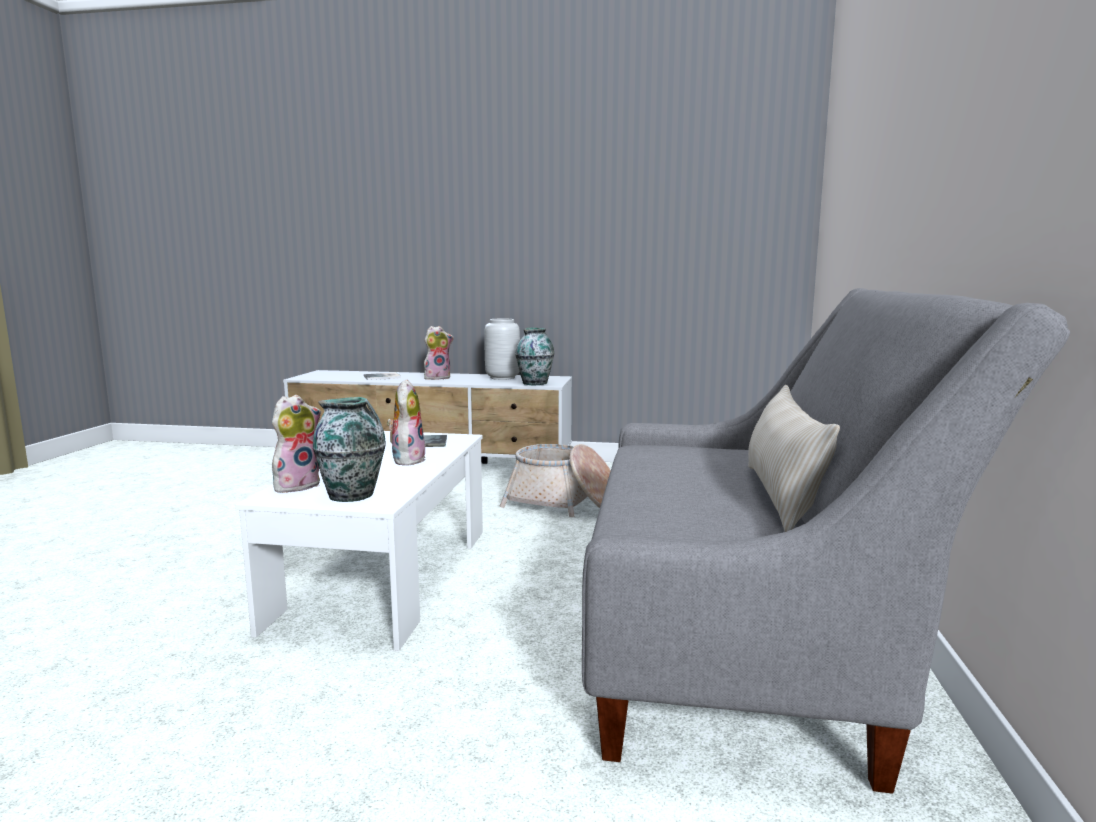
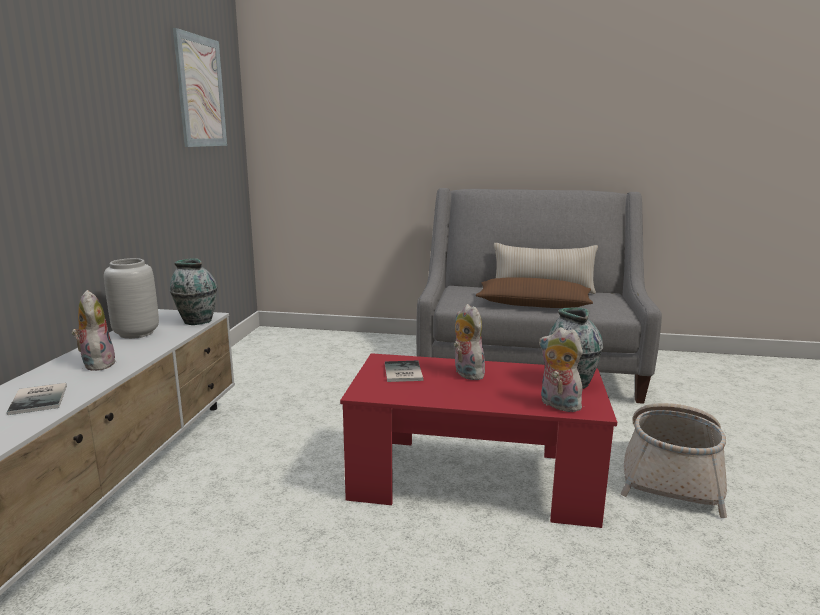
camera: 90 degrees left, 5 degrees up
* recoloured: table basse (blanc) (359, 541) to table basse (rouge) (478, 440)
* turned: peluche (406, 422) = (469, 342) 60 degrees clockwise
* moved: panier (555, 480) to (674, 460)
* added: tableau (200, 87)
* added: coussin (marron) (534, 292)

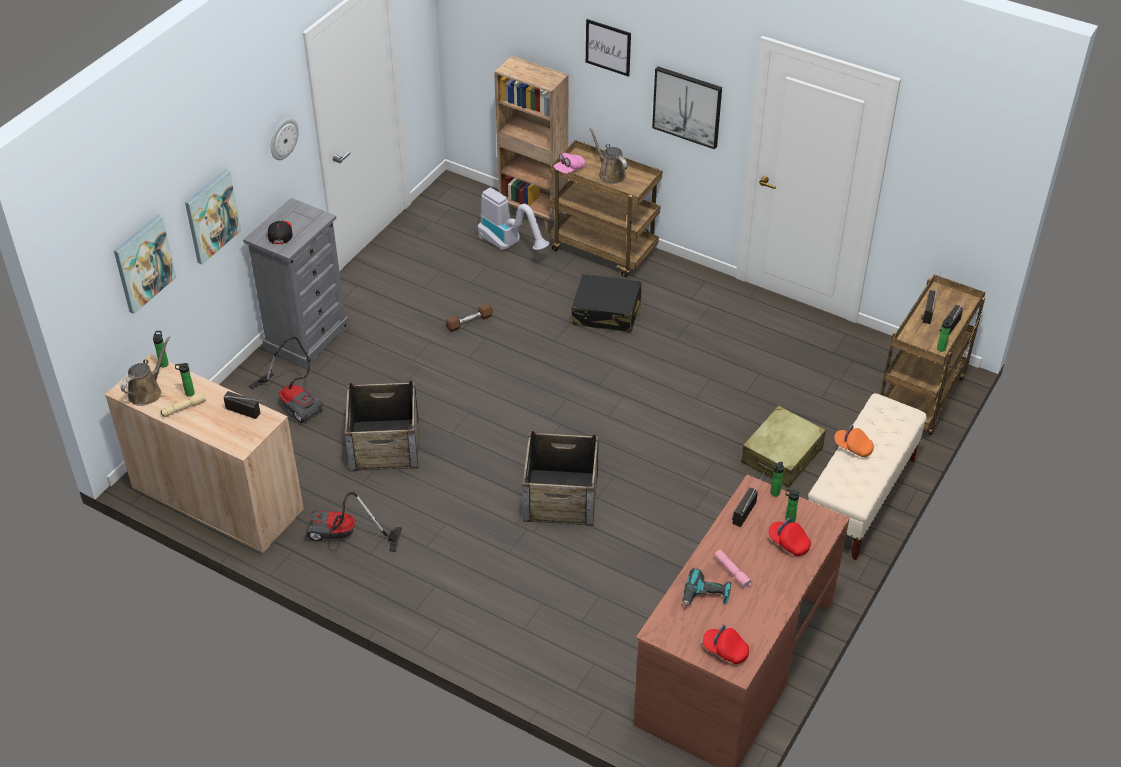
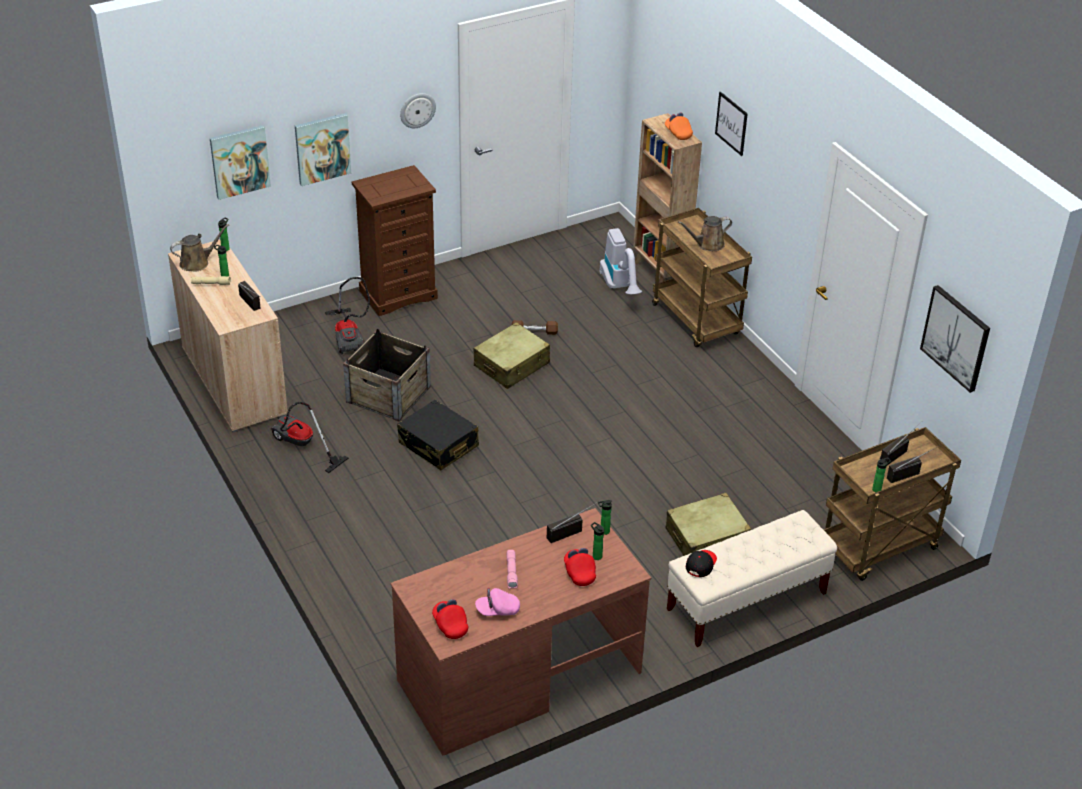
camera: 30 degrees right, 5 degrees down
* recoloured: commode (gris) (296, 283) to commode (marron) (395, 240)
* moved: casquette (noir) (280, 232) to (701, 563)
* removed: caisse (560, 478)
* moved: casquette (rose) (569, 163) to (497, 602)
* moved: valise (noir) (606, 303) to (438, 435)
* turned: arrosoir (marron) (608, 155) = (705, 233) 105 degrees counterclockwise
* moved: tableau (687, 107) to (955, 339)
* removed: perceuse (706, 587)
* moved: casquette (orange) (854, 441) to (679, 126)
* added: valise (beige) (511, 355)

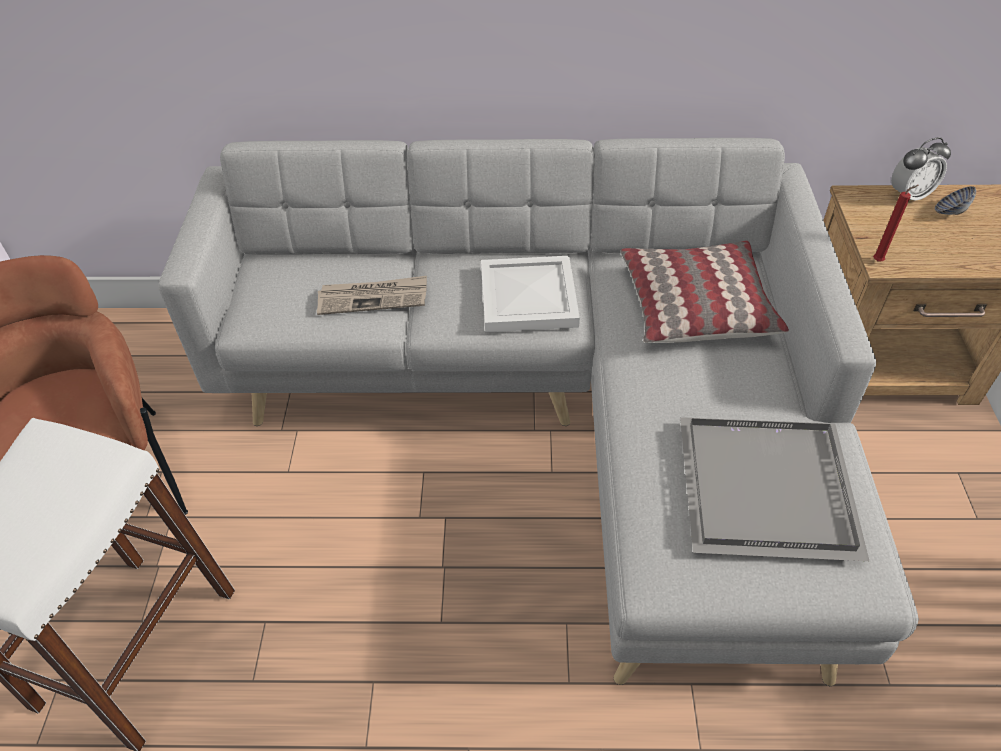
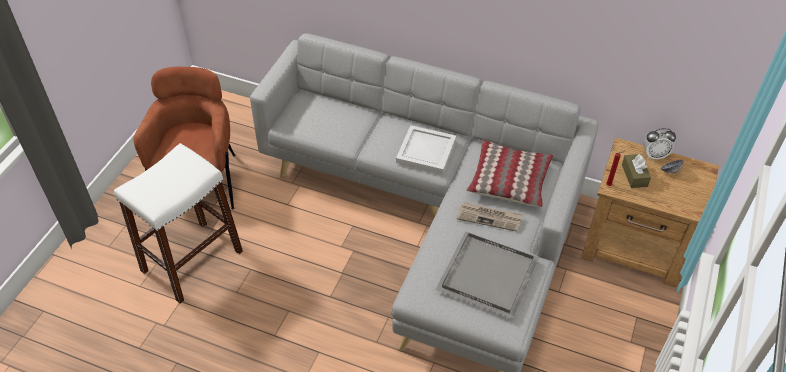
camera: 20 degrees right, 0 degrees up
* moved: journal (372, 295) to (490, 217)
* added: boîte à mouchoirs (marron) (636, 171)

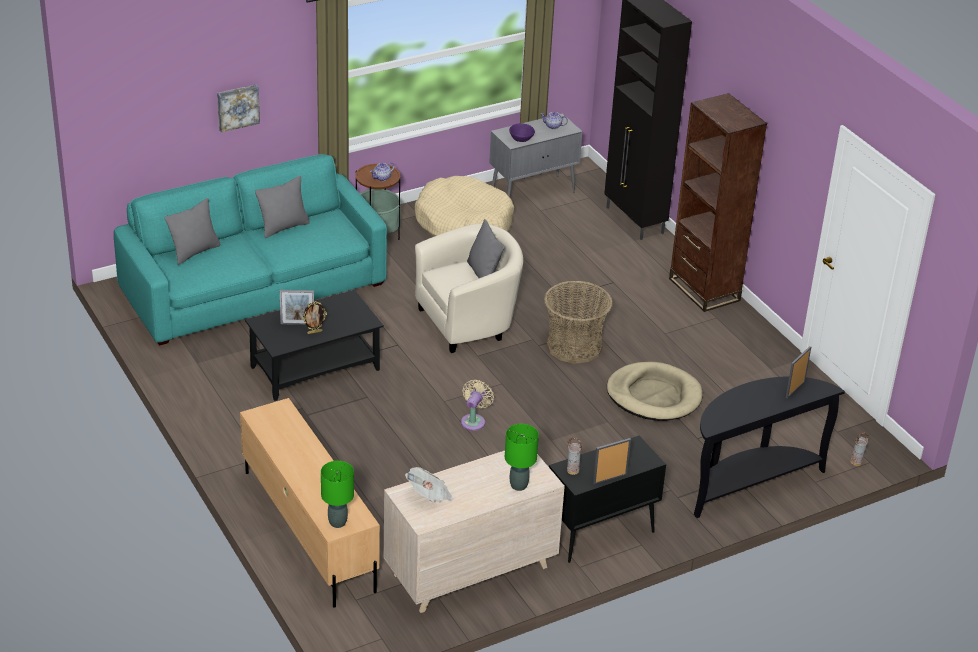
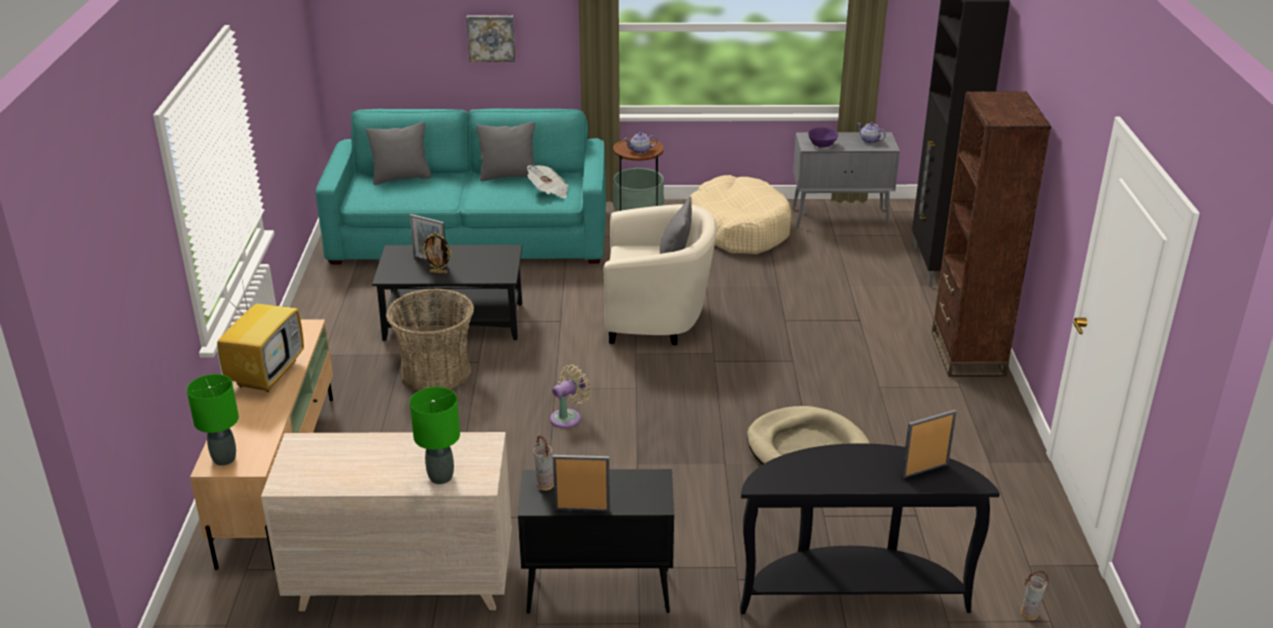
camera: 30 degrees right, 5 degrees down
* moved: journal (429, 484) to (548, 181)
* moved: panier (578, 322) to (430, 339)
* added: téléviseur (260, 334)

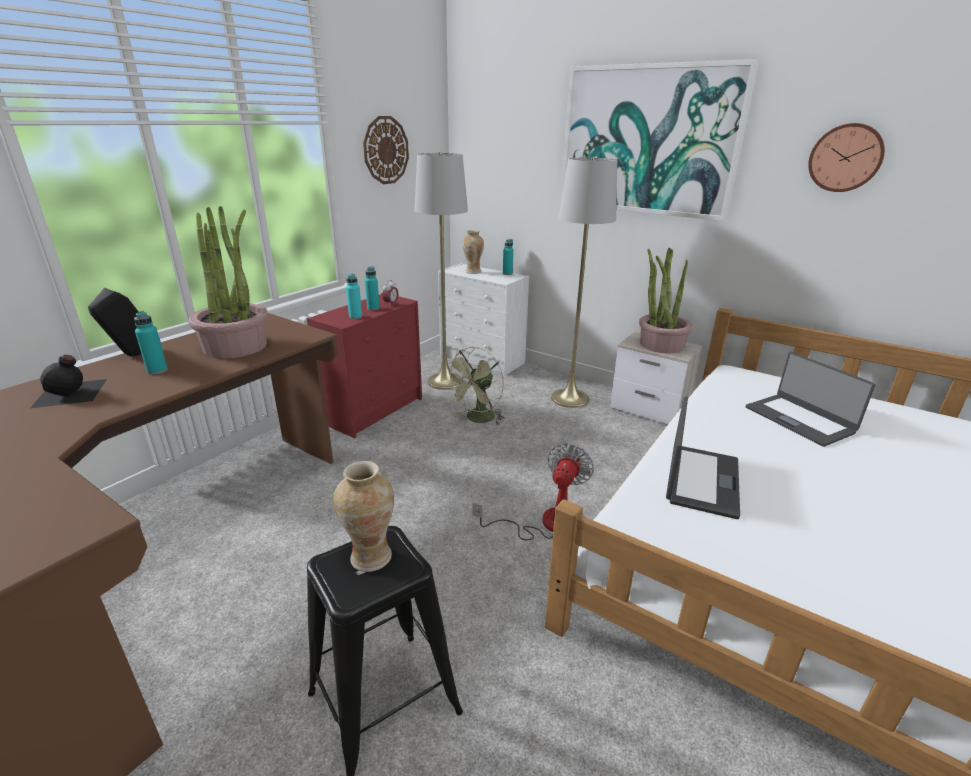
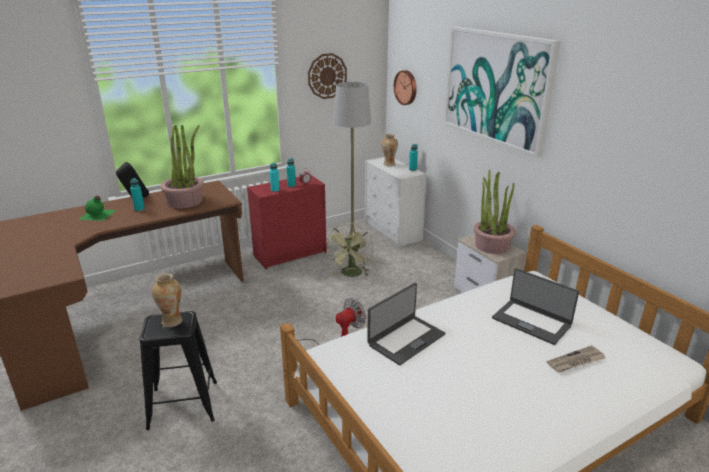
camera: 25 degrees right, 0 degrees up
* recoloured: bouteille (noir) (68, 382) to bouteille (vert) (97, 208)
* turned: ventilateur (vert) (475, 386) = (349, 250) 45 degrees counterclockwise
* removed: lampadaire (gris) (584, 282)
* turned: ordinateur portable (810, 399) = (535, 306) 45 degrees counterclockwise
* moved: horloge murale (846, 157) to (405, 87)
* added: journal (576, 358)

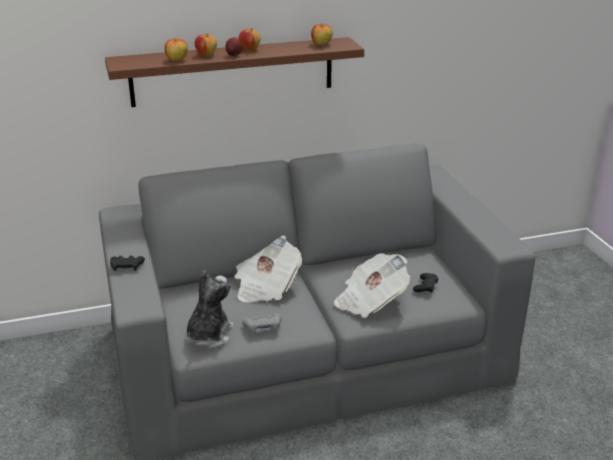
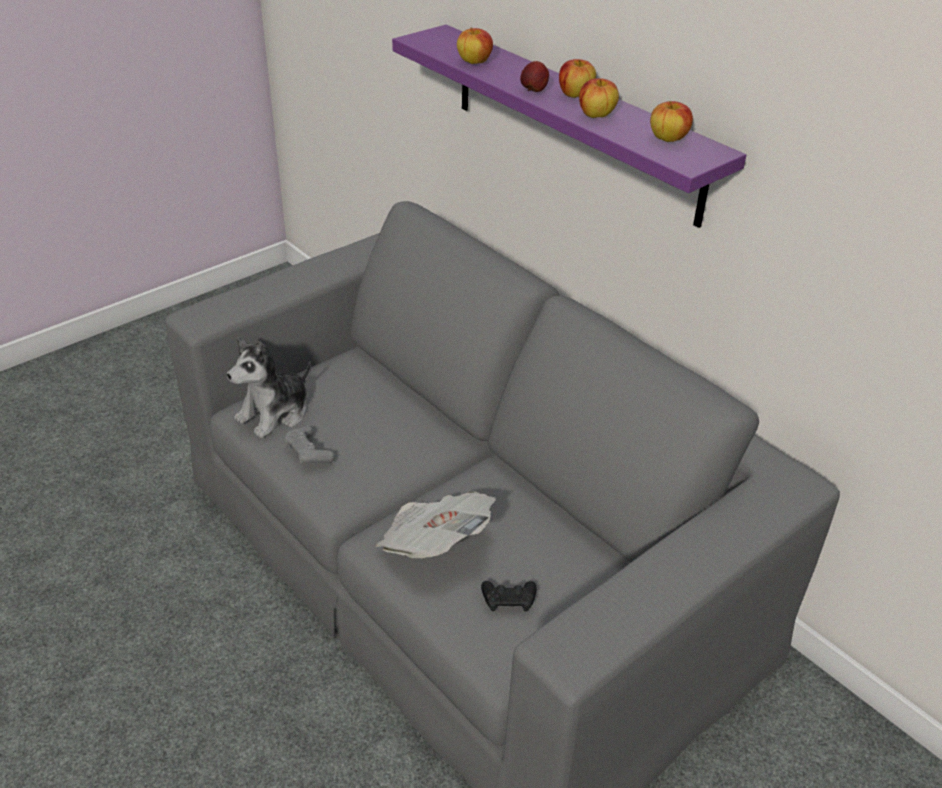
camera: 65 degrees right, 10 degrees up
* recoloured: étagère (marron) (234, 72) to étagère (violet) (569, 126)
* removed: manette (noir) (127, 263)
* turned: peluche (210, 309) = (269, 387) 135 degrees clockwise
* moved: pomme (206, 45) to (599, 98)
* removed: journal (268, 268)

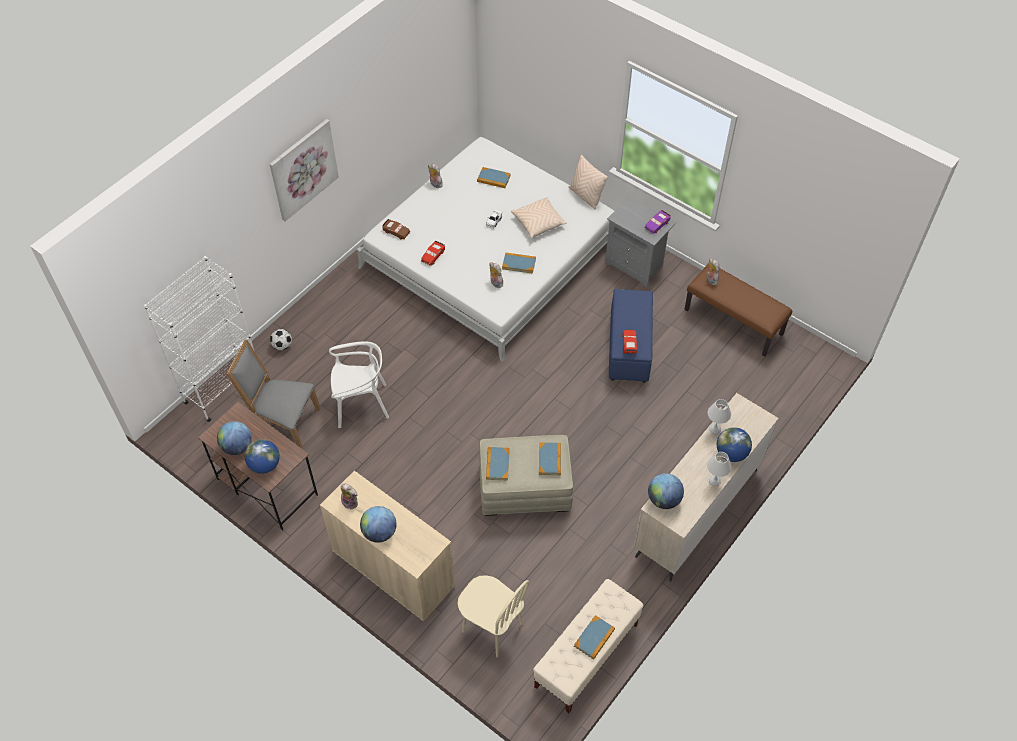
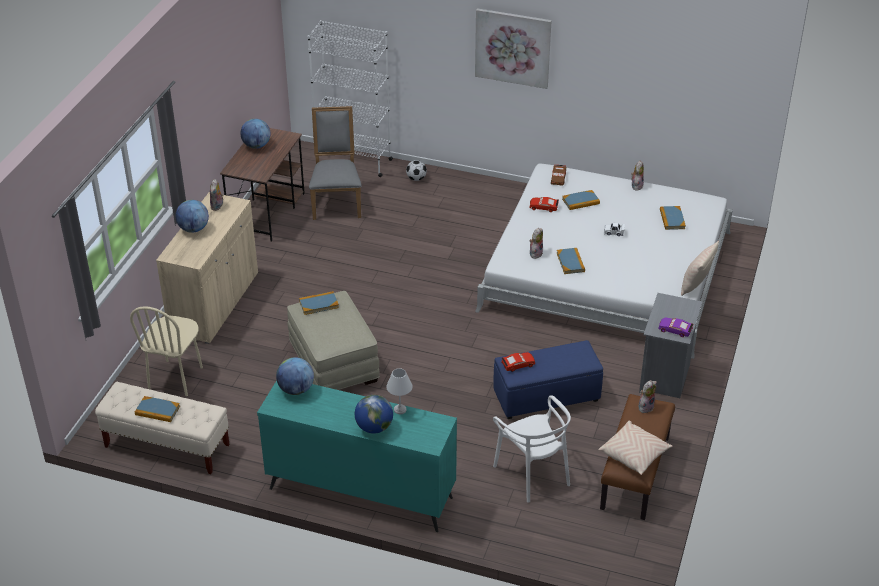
camera: 70 degrees right, 15 degrees down
* removed: globe (262, 456)
* moved: chaise (blanc) (359, 384) to (532, 449)
* moved: coussin (beige) (539, 217) to (635, 448)
* moved: livre (550, 458) to (581, 200)
* recoloured: commode (beige) (705, 487) to commode (turquoise) (357, 456)
* removed: lampe de table (blanc) (719, 469)

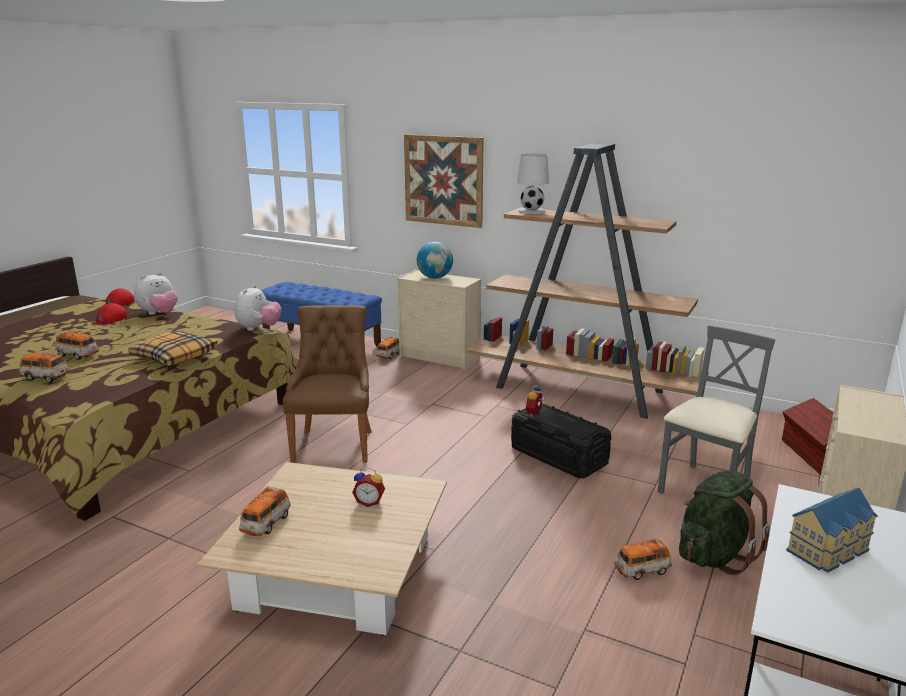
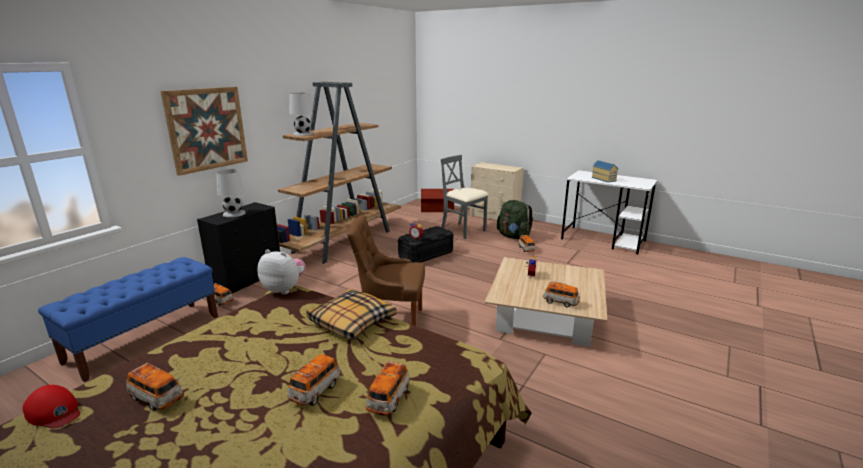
camera: 85 degrees left, 0 degrees up
* replaced: casquette (rouge) (109, 314) to petite voiture (155, 387)
* removed: peluche (156, 293)
* recoloured: commode (beige) (439, 320) to commode (noir) (238, 247)
* replaced: globe (435, 260) to lampe de table (blanc) (230, 193)

